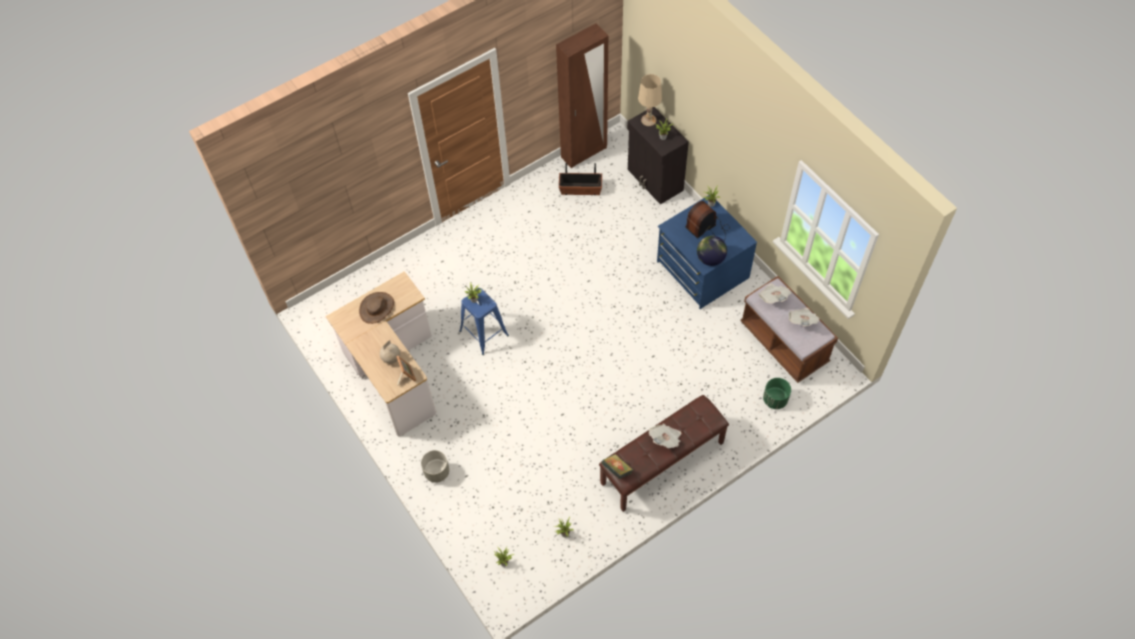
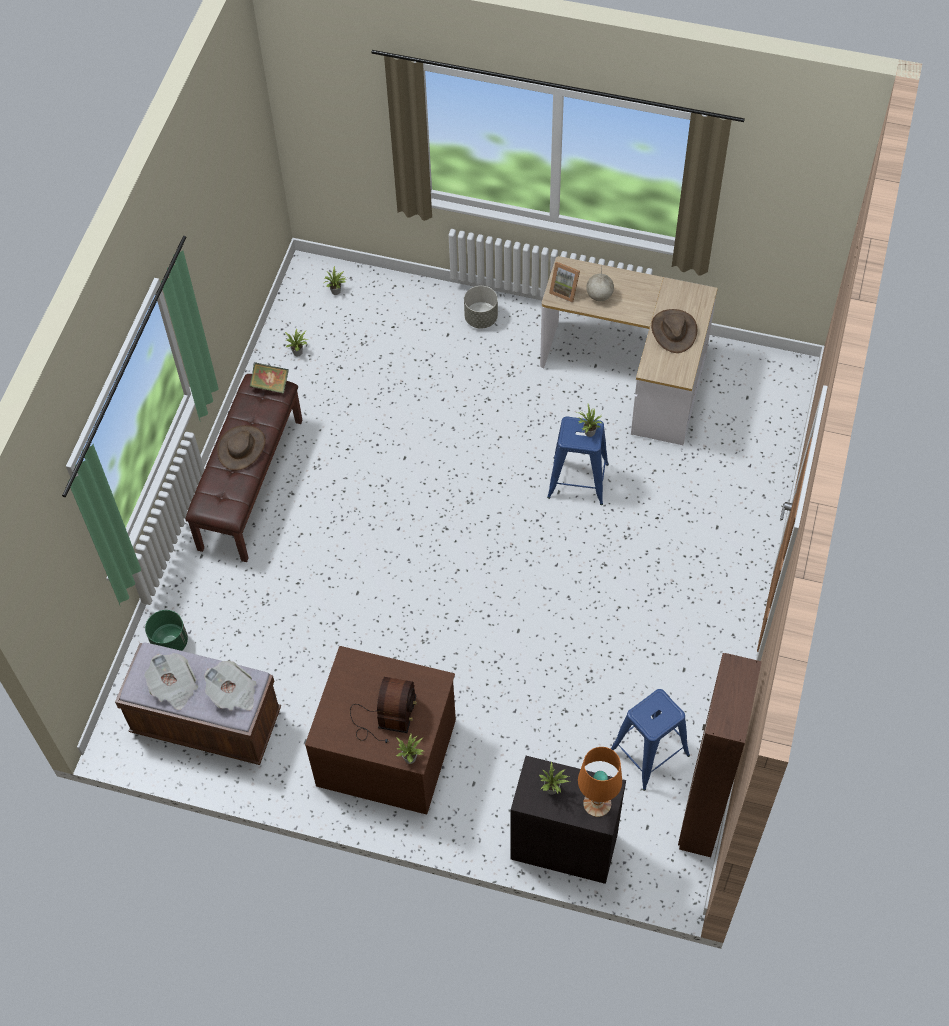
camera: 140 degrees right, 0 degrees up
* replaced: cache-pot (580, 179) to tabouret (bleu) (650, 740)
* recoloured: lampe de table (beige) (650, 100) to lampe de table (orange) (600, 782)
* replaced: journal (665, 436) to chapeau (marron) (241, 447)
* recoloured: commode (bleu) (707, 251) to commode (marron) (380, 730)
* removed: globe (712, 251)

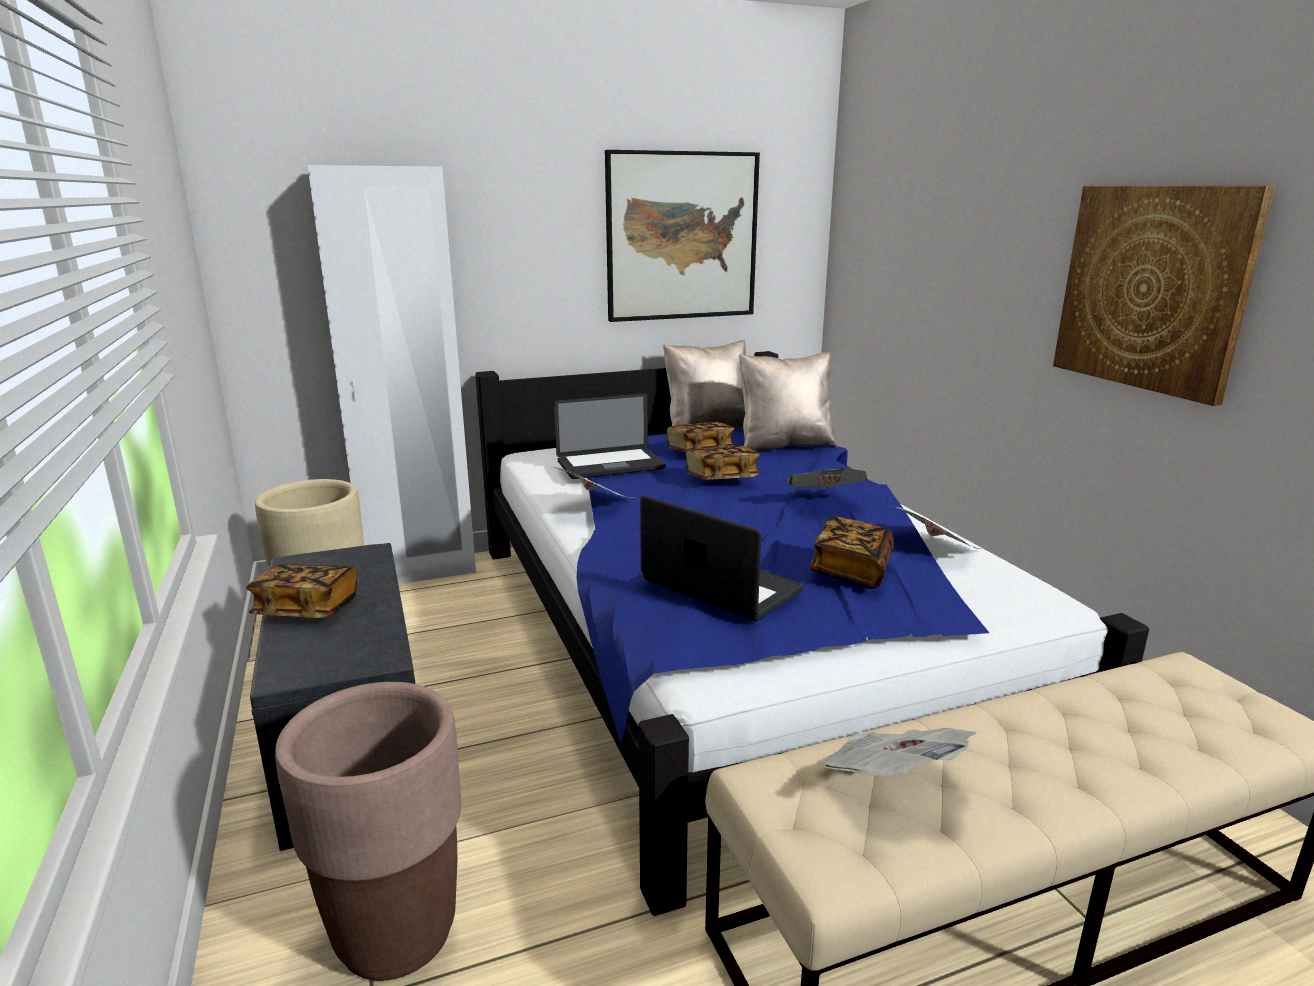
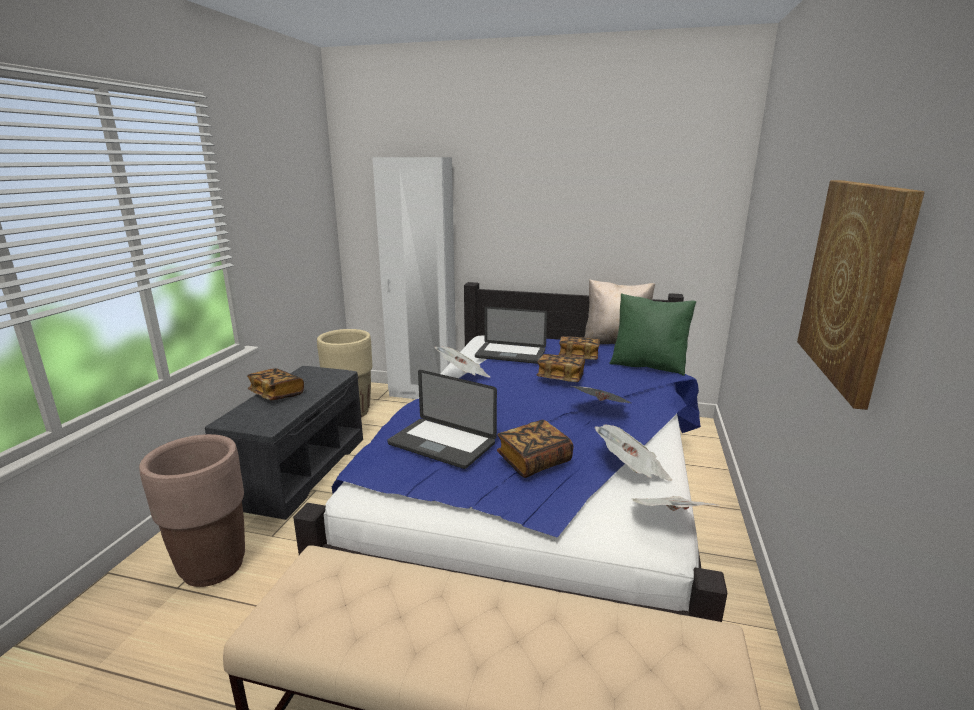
camera: 35 degrees right, 0 degrees up
* removed: tableau (682, 236)
* turned: ordinateur portable (721, 558) = (442, 419) 135 degrees clockwise
* recoloured: coussin (beige) (788, 401) to coussin (vert) (652, 334)
* moved: journal (896, 752) to (675, 503)

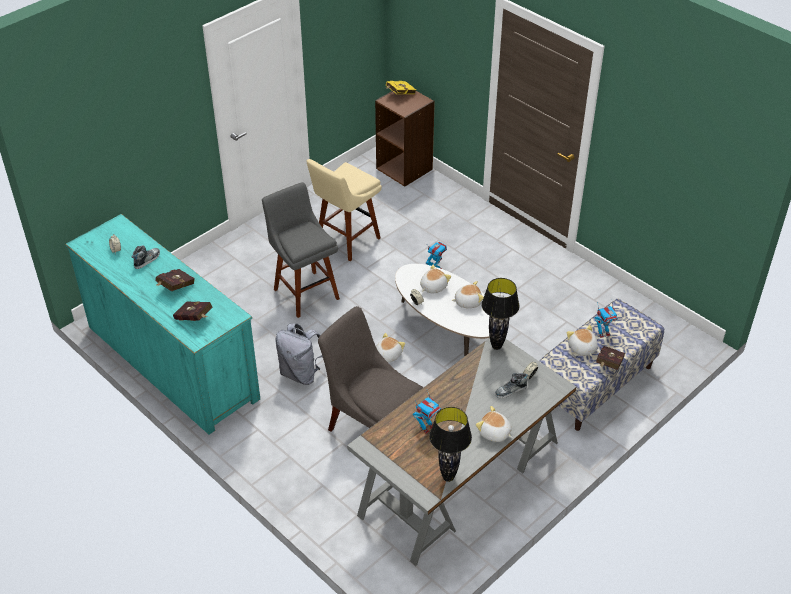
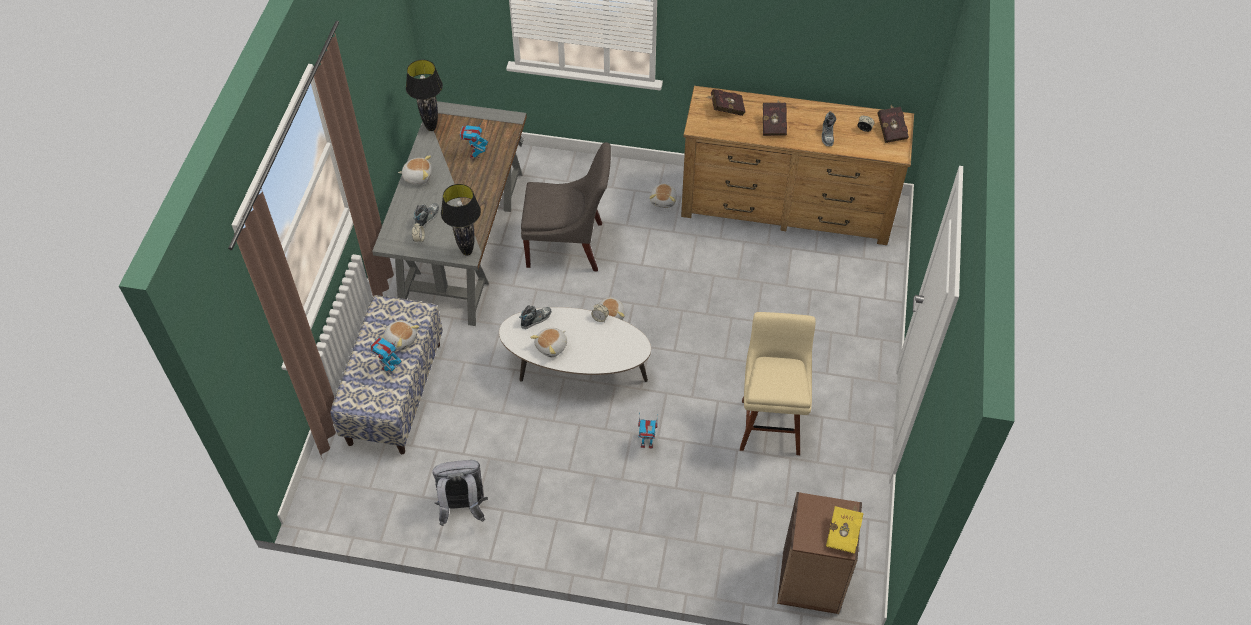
camera: 145 degrees right, 10 degrees up
* recoloured: commode (turquoise) (162, 324) to commode (marron) (797, 165)
* removed: tabouret (gris) (301, 250)
* moved: sac à dos (gris) (299, 354) to (460, 493)
* moved: peluche (435, 279) to (663, 195)
* moved: livre (rouge) (610, 358) to (893, 124)
* added: chaussure (535, 317)

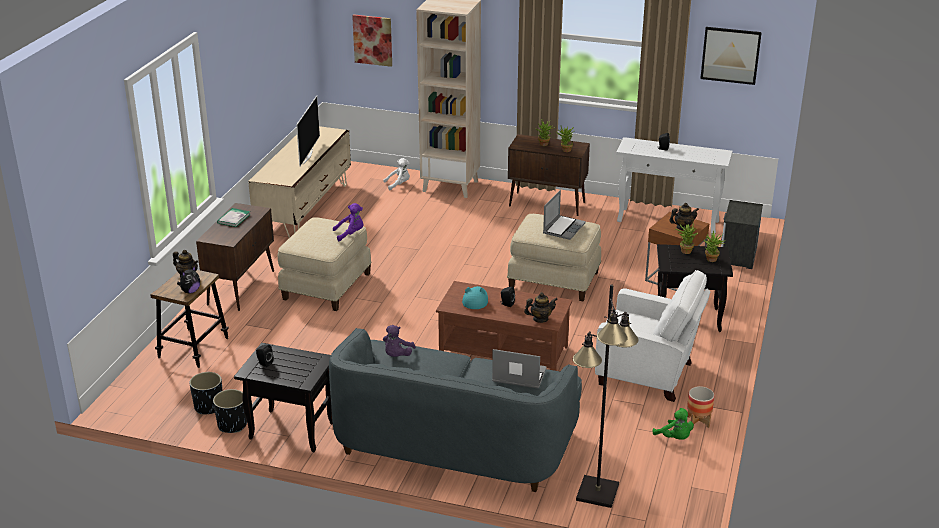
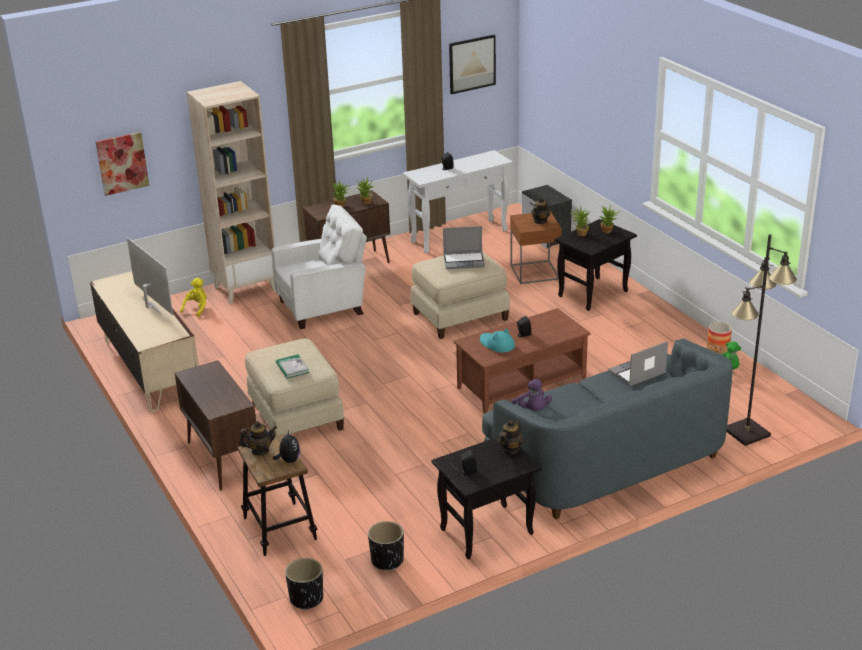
camera: 45 degrees left, 0 degrees up
* moved: cache-pot (noir) (230, 411) to (304, 584)
* moved: livre (233, 217) to (292, 366)
* removed: peluche (violet) (348, 222)
* recoloured: peluche (blanc) (396, 174) to peluche (jaune) (194, 297)
* moved: théière (541, 307) to (510, 437)
* turned: ordinateur portable (564, 215) = (464, 247) 105 degrees clockwise
* moved: fauteuil (blanc) (652, 336) to (319, 267)

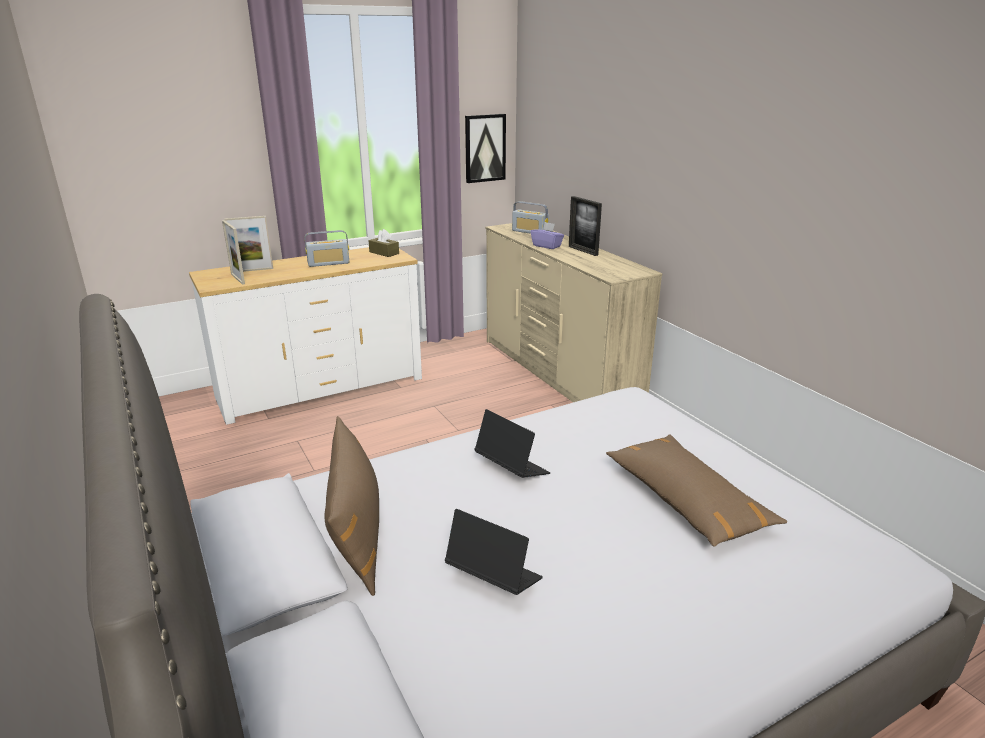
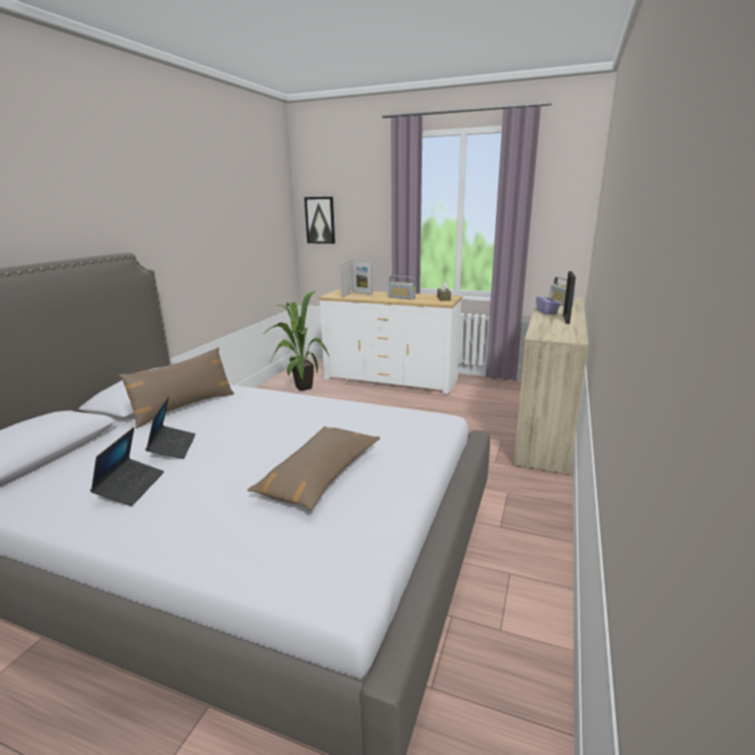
camera: 50 degrees right, 5 degrees down
* moved: tableau (485, 148) to (319, 220)
* moved: ordinateur portable (512, 443) to (127, 466)
* added: plante en pot (296, 341)

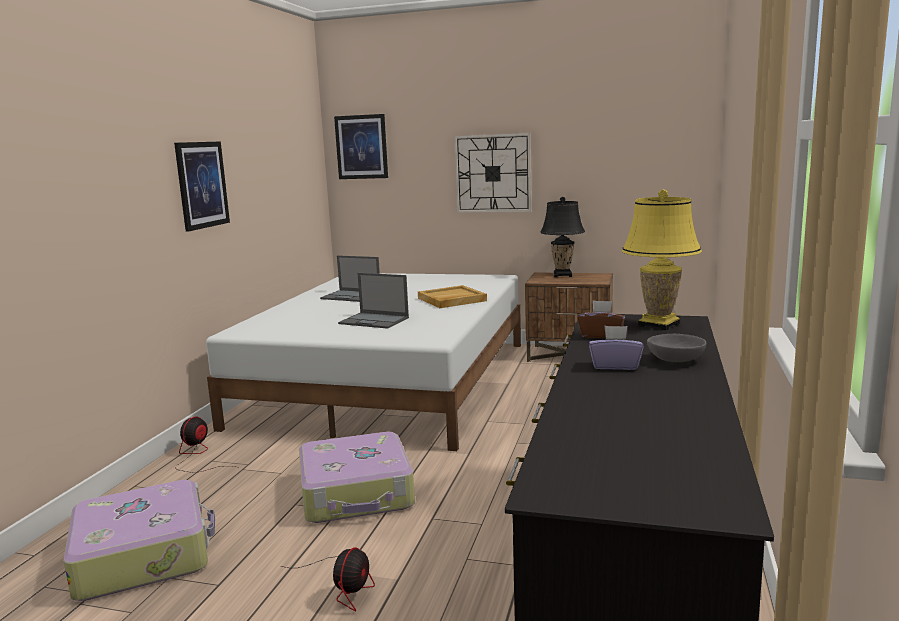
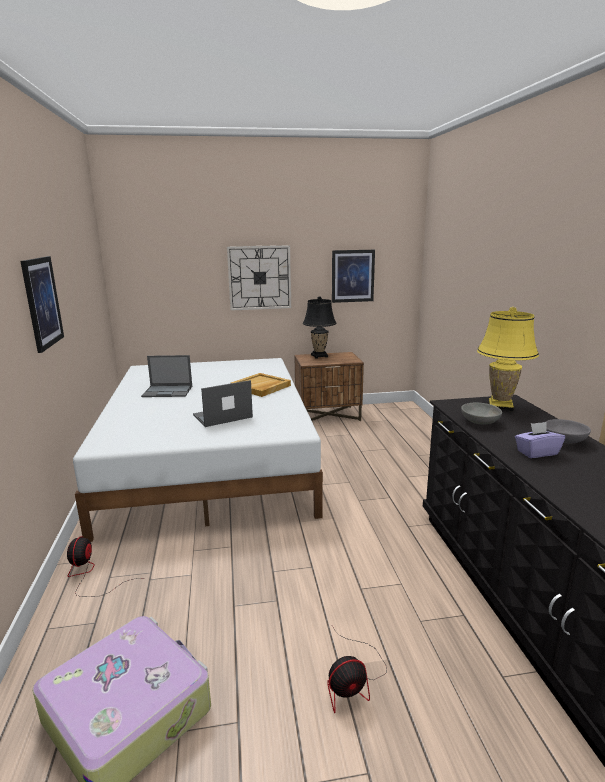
camera: 25 degrees left, 5 degrees up
* turned: ventilateur (327, 579) = (357, 669) 75 degrees clockwise
* removed: valise (357, 477)
* moved: tableau (361, 146) to (353, 276)
* turned: ordinateur portable (373, 301) = (223, 403) 150 degrees clockwise
* replaced: boîte à mouchoirs (marron) (601, 319) to bol (gris) (481, 414)

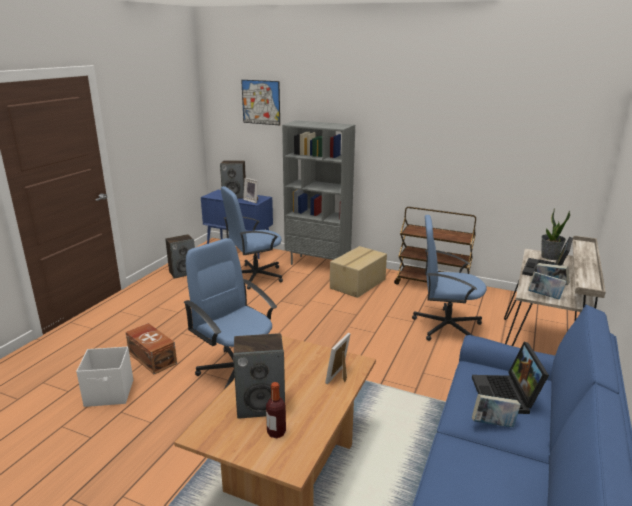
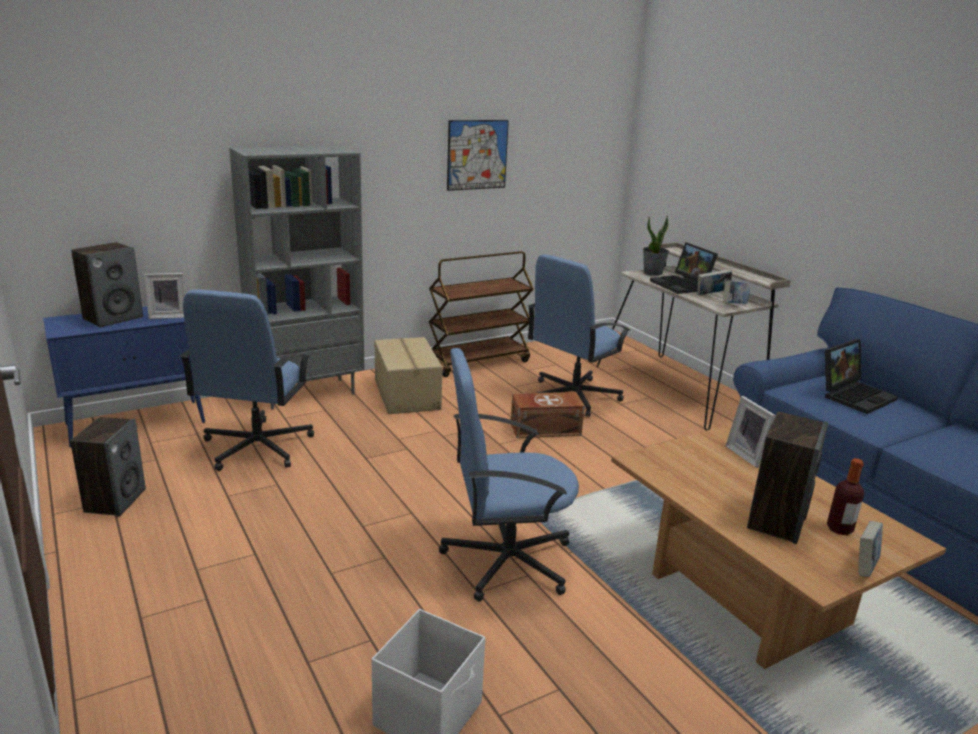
camera: 55 degrees left, 0 degrees up
* moved: boîte de rangement (marron) (151, 348) to (548, 415)
* moved: tableau (260, 102) to (478, 155)
* turned: ordinateur portable (510, 378) = (861, 376) 75 degrees counterclockwise
* moved: livre (496, 410) to (870, 549)

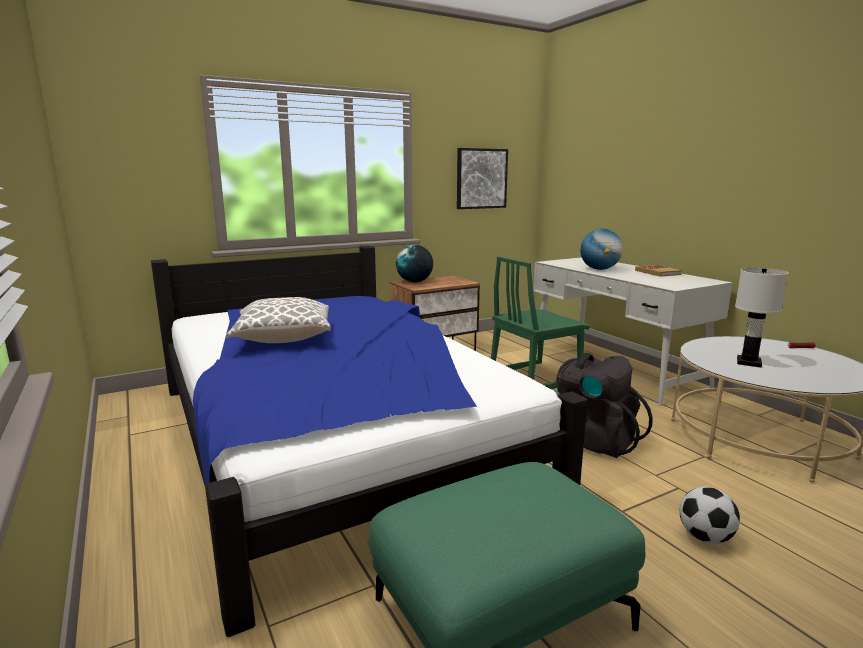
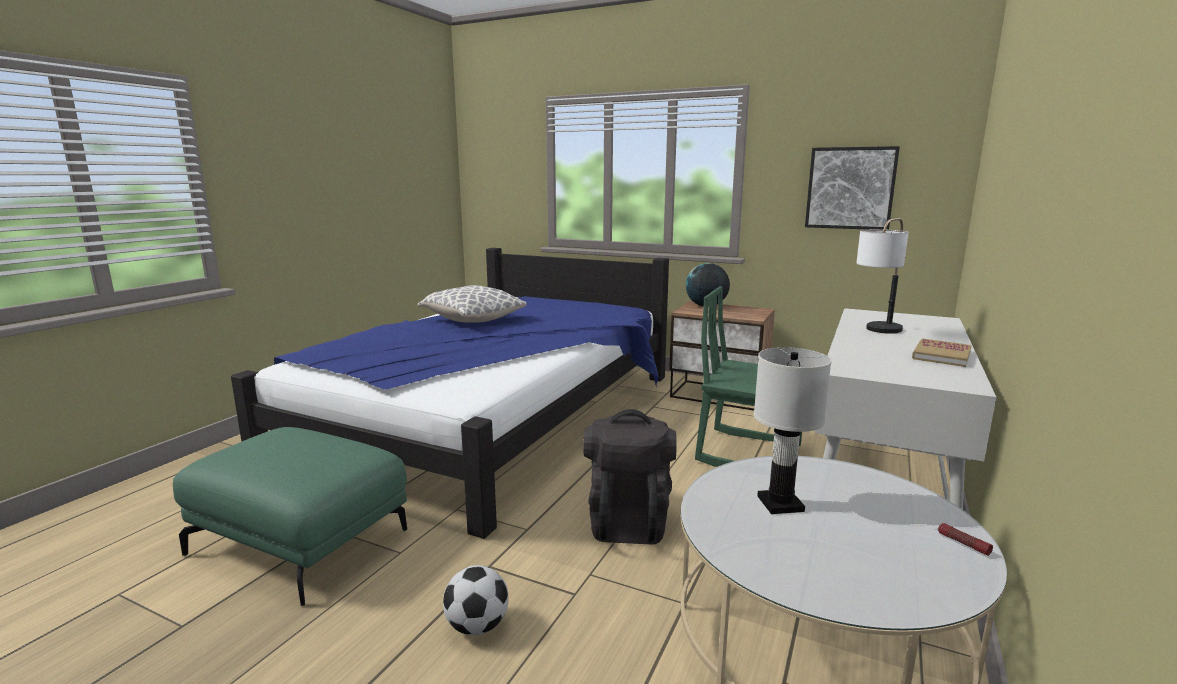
camera: 55 degrees right, 0 degrees up
* replaced: globe (601, 249) to lampe de table (882, 276)

